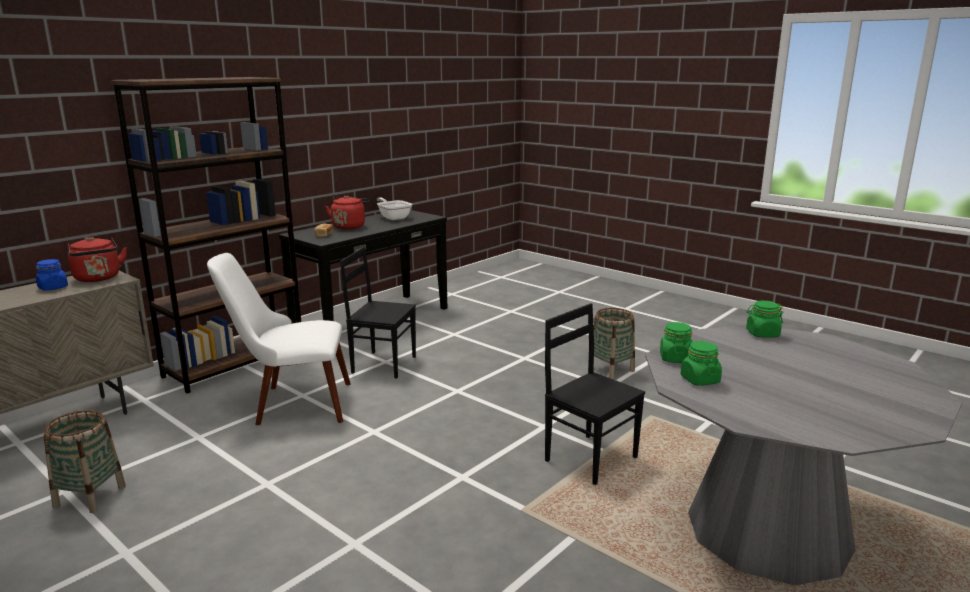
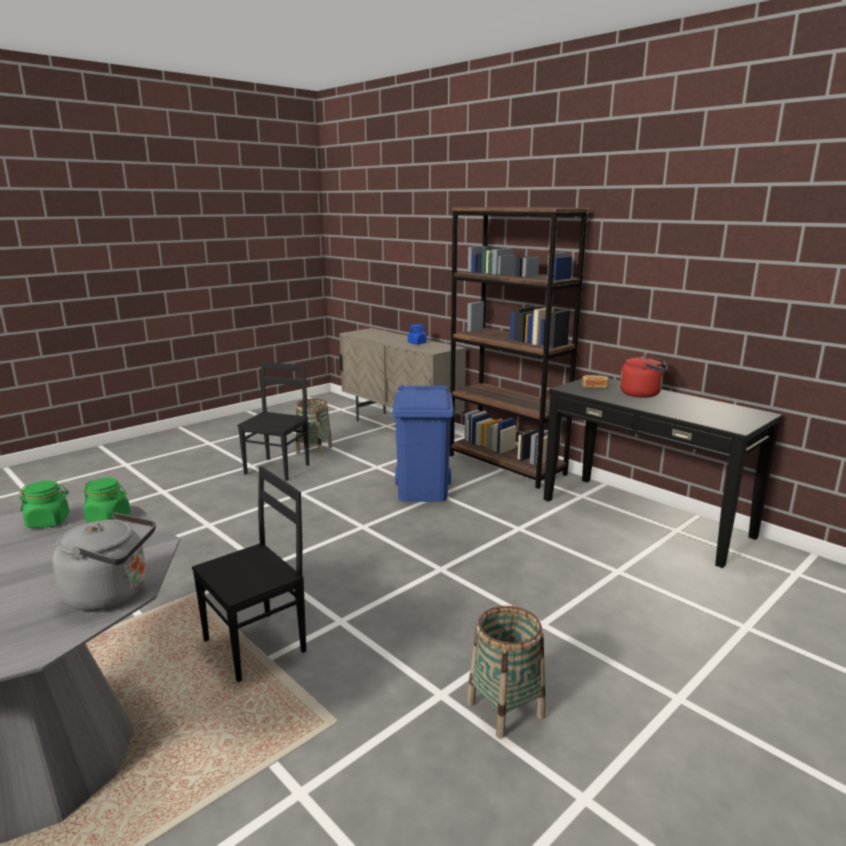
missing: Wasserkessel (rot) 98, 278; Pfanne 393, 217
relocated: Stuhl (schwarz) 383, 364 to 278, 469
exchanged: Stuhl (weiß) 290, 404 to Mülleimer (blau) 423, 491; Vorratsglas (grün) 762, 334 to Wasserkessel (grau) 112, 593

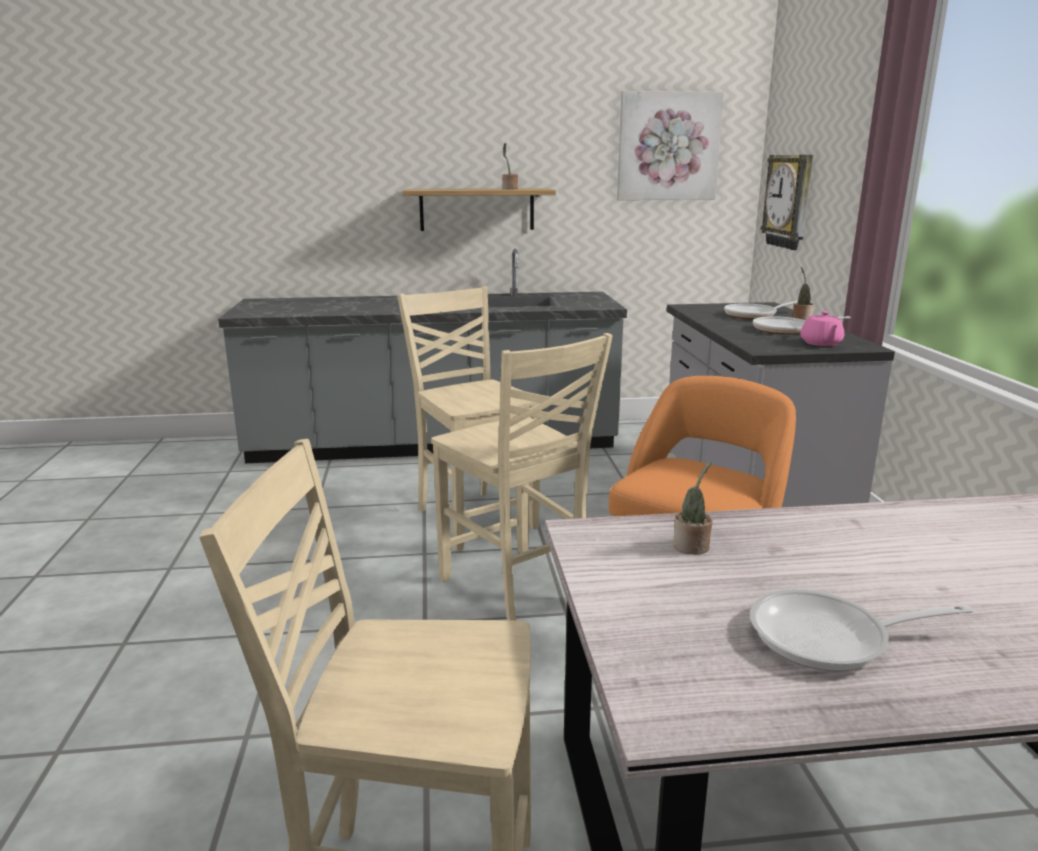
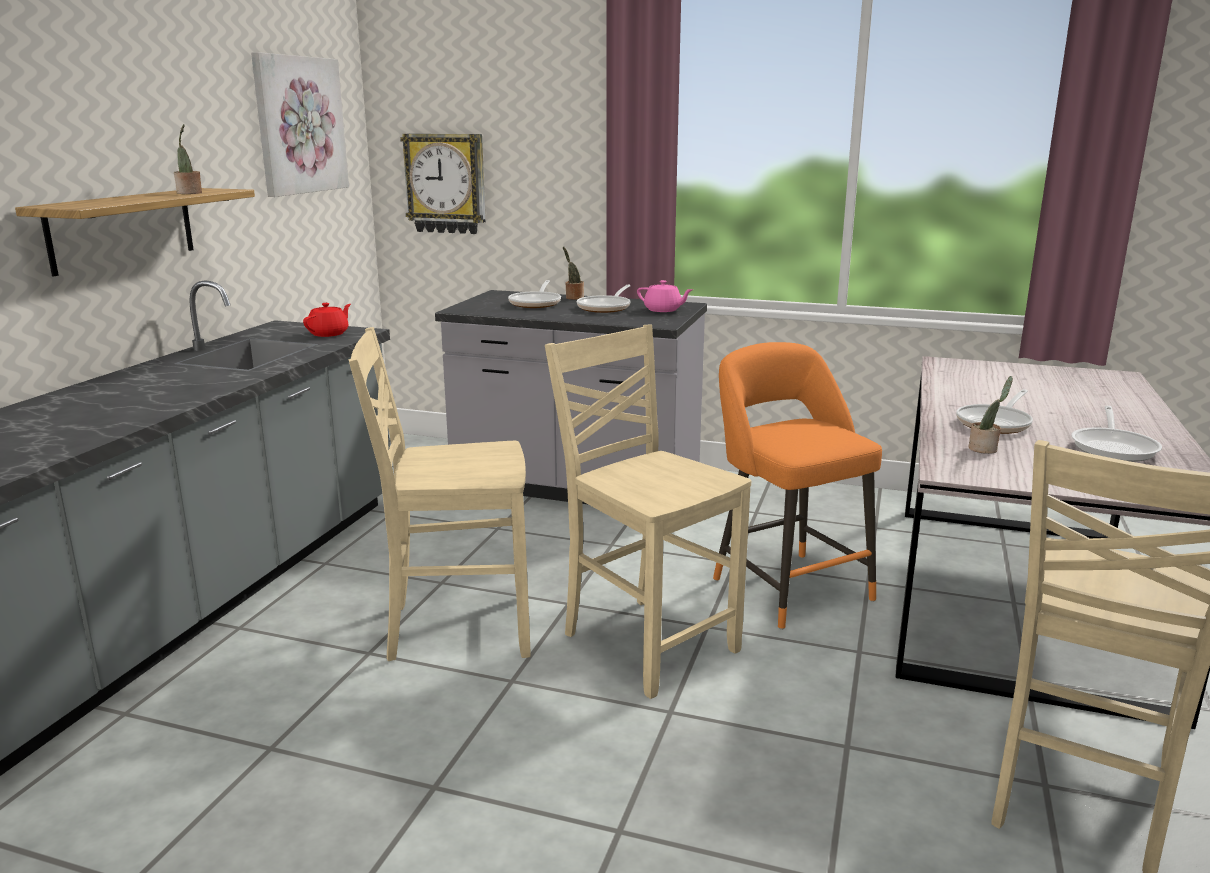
appeared: Teekanne (rot) 329, 334; Pfanne 996, 423
spun: Stuhl (beige) 516, 591 = 647, 642 120 degrees counterclockwise

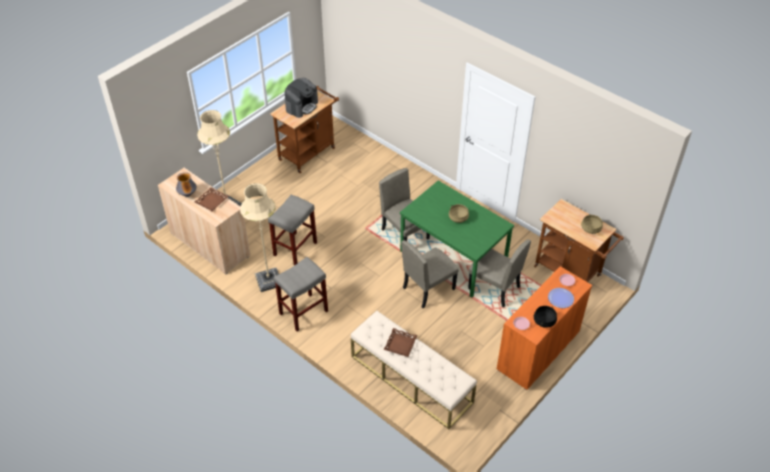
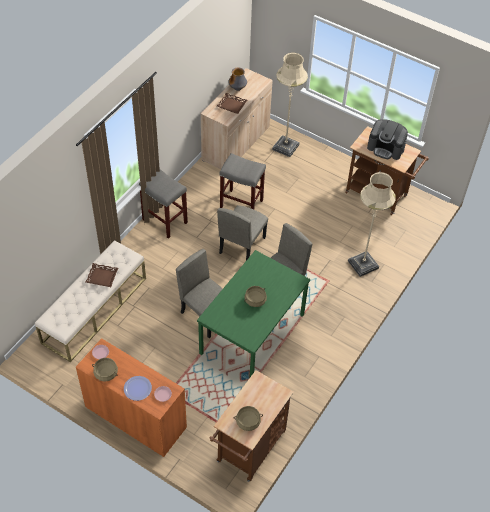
relocated: Stehlampe (beige) 269, 280 to 363, 264; Stuhl (beige) 494, 288 to 242, 245
colour: Kochtopf (schwarz) 544, 321 to Kochtopf (beige) 106, 373

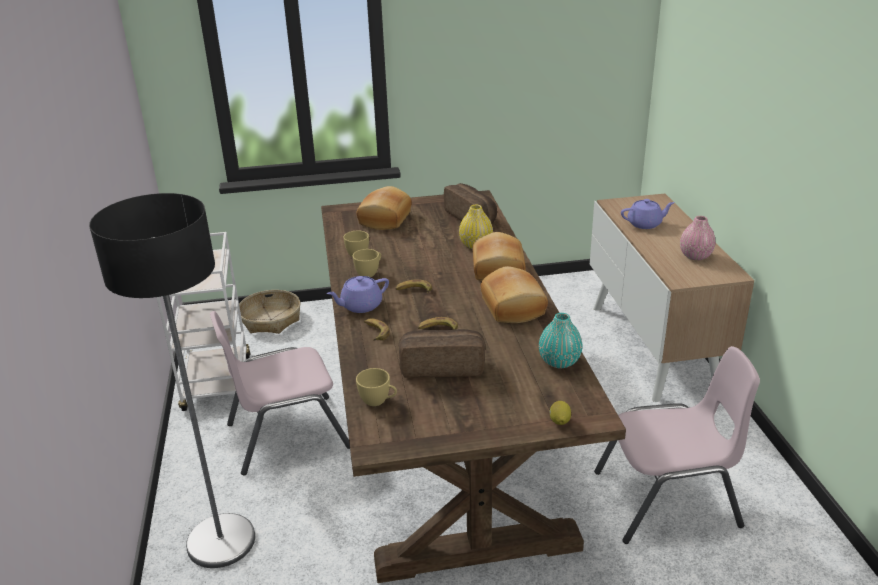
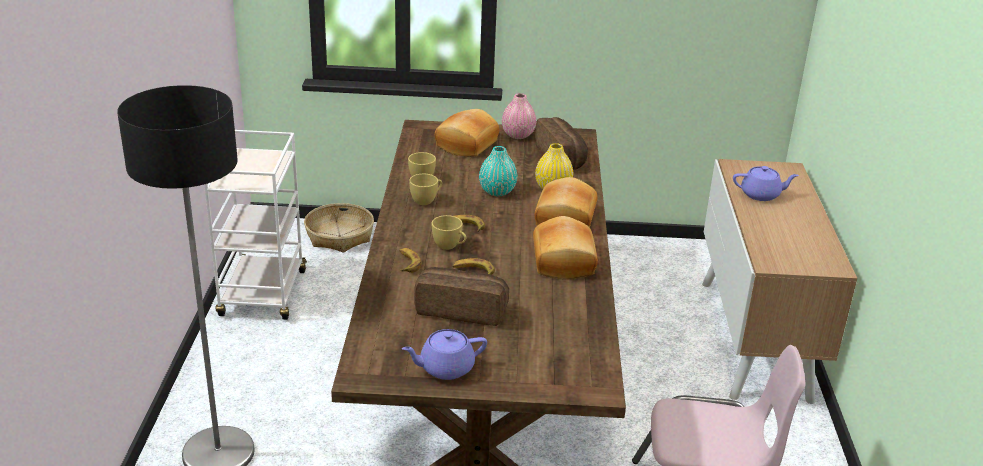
missing: Stuhl (rosa) 287, 435; Zitrone 559, 422
relocated: Teekanne (lila) 360, 306 to 445, 368; Tasse (gelb) 378, 401 to 449, 246; Vase (türkis) 559, 362 to 497, 191; Vase (rosa) 695, 256 to 518, 135

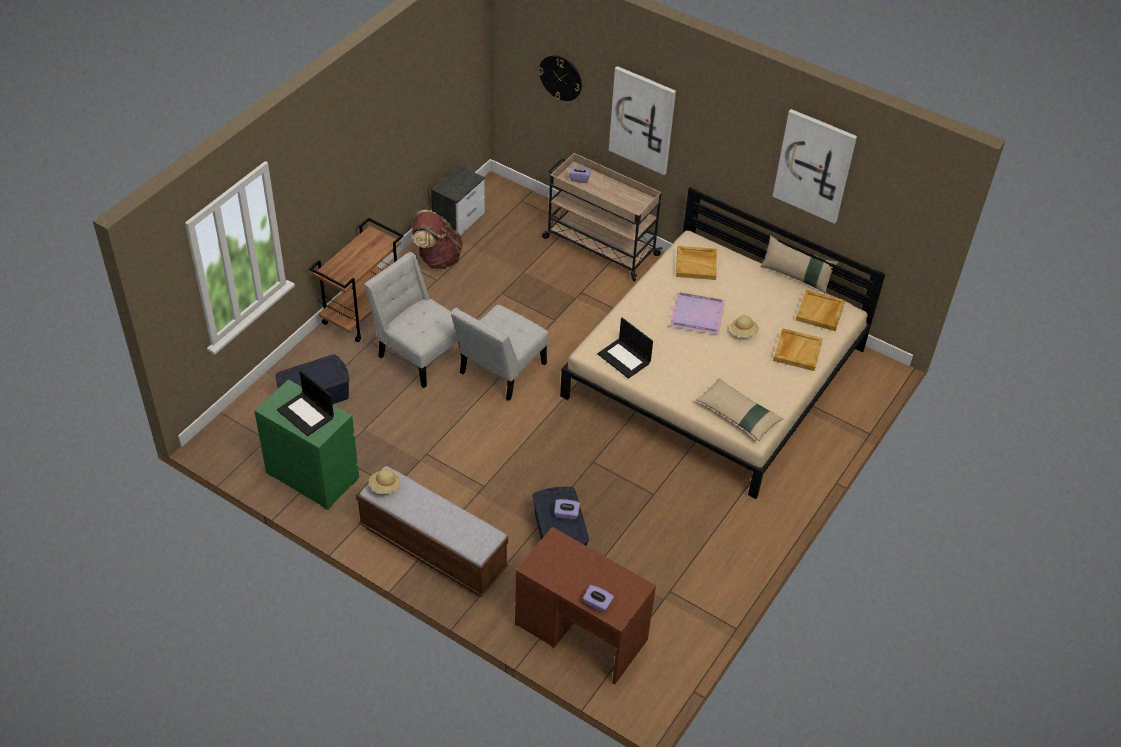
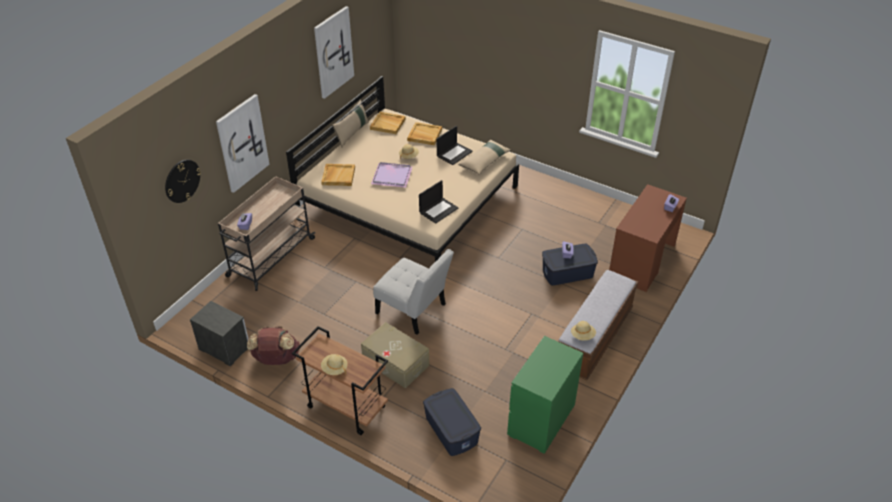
appeared: Hut (beige) 334, 369
relocated: Laptop 306, 414 to 454, 153
exchanged: Stuhl (weiß) 418, 353 to Aufbewahrungsbox (beige) 395, 363

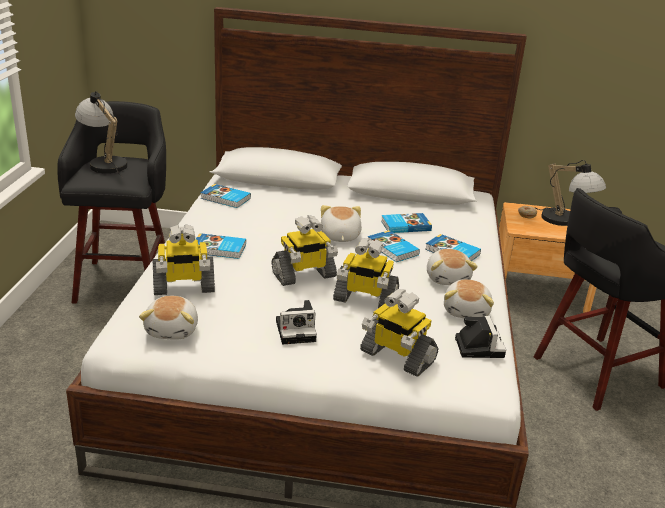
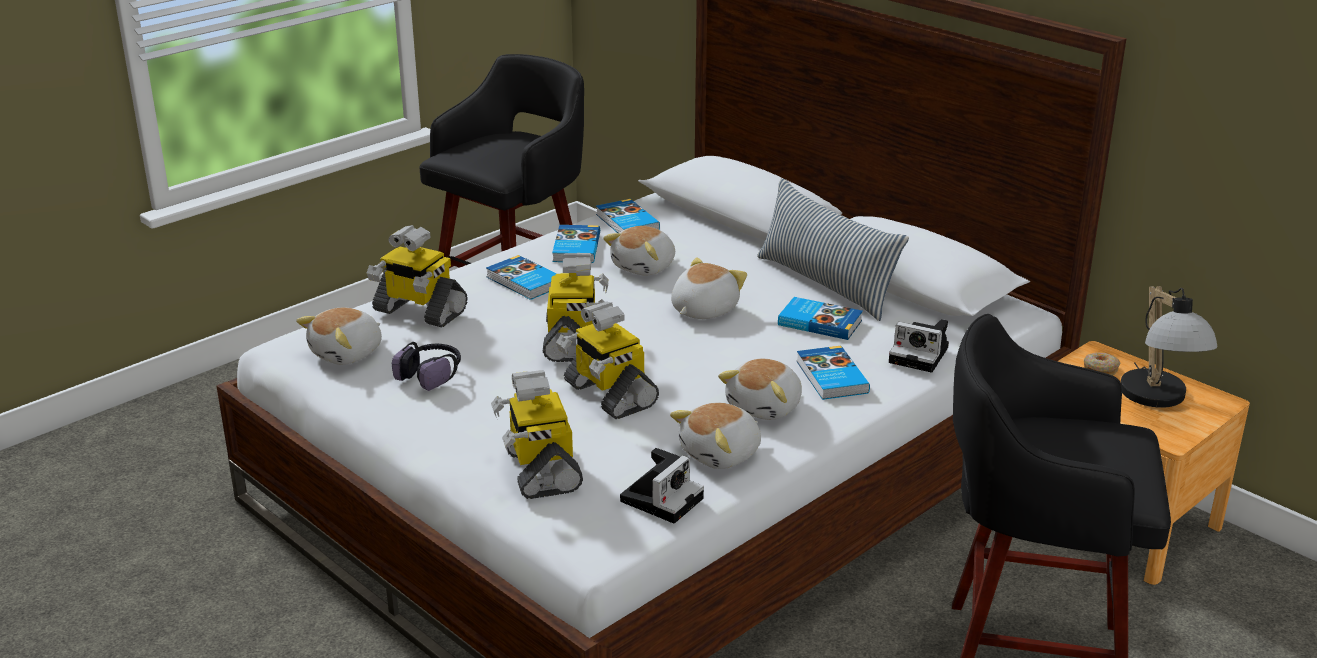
missing: Tischlampe 104, 163
appeared: Kopfhörer 431, 374; Plüschtier 645, 267; Kissen 826, 284
relocated: Kamera 297, 330 to 921, 355; Buch 392, 249 to 575, 248
spun: Spielzeugroboter 303, 275 = 574, 342 105 degrees counterclockwise

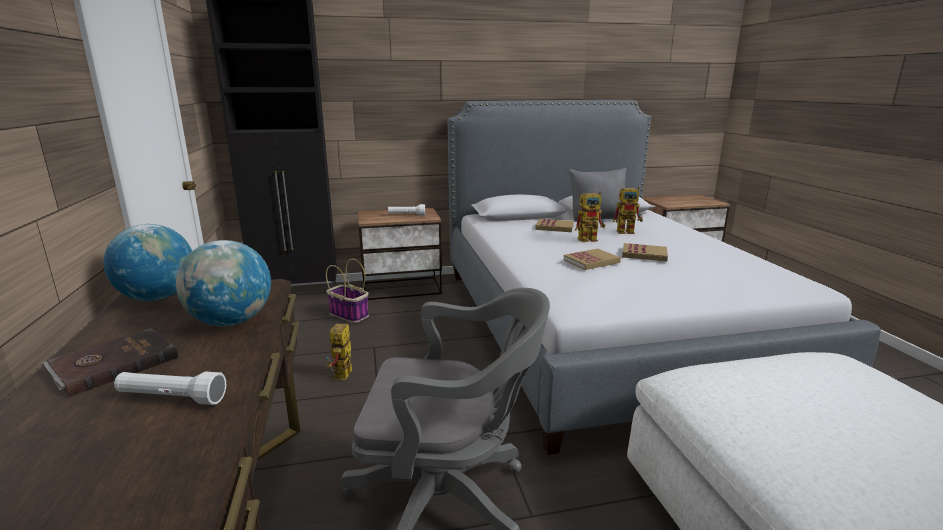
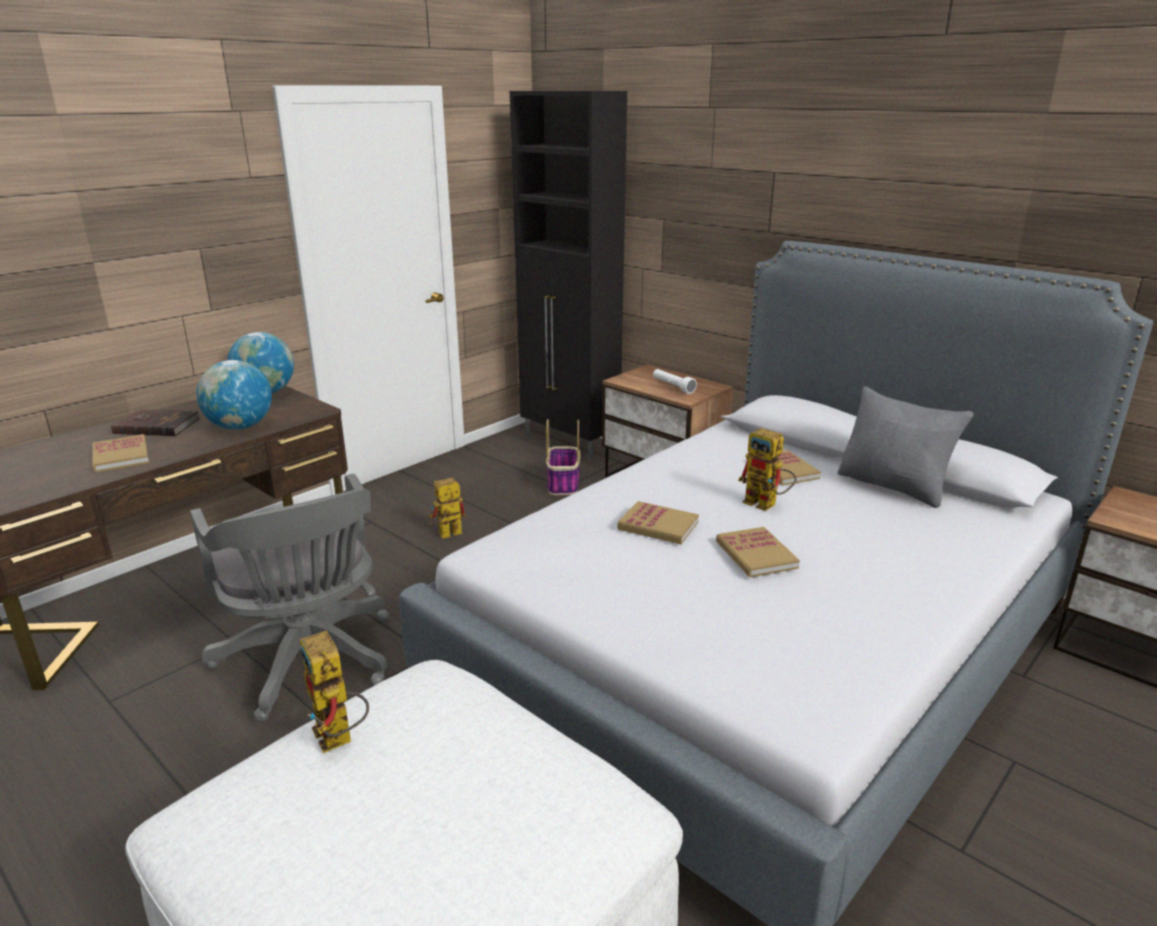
relocated: Spielzeugroboter 629, 231 to 339, 739
exchanged: Taschenlampe (weiß) 171, 398 to Buch 121, 456

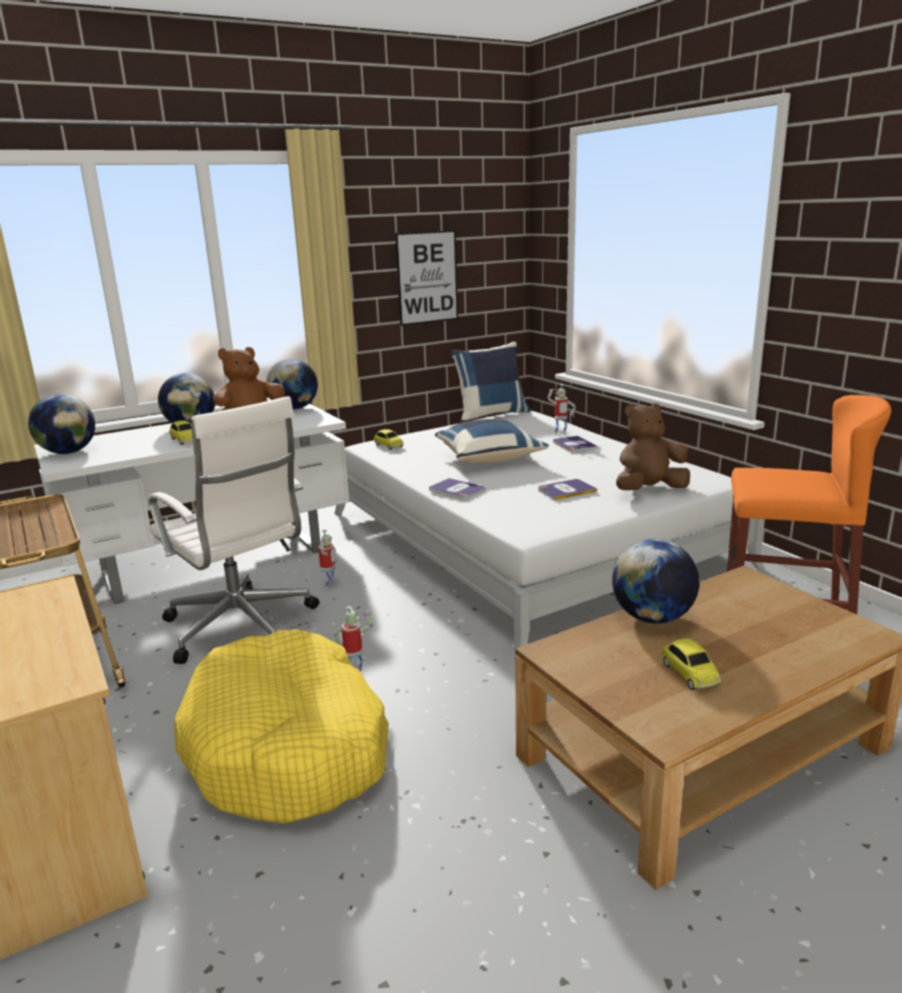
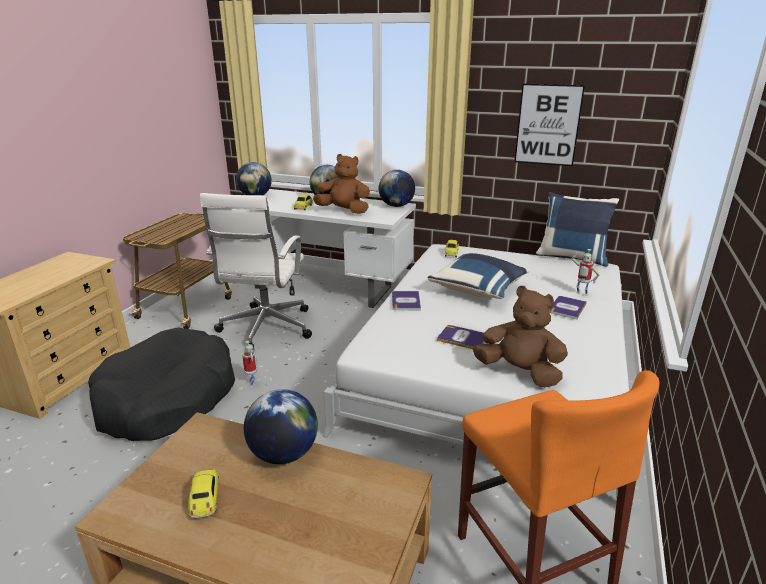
missing: Spielzeugroboter 330, 585
colour: Hundebett (gelb) 289, 747 to Hundebett (schwarz) 167, 399
spun: Spielzeugauto 689, 673 = 205, 499 135 degrees clockwise

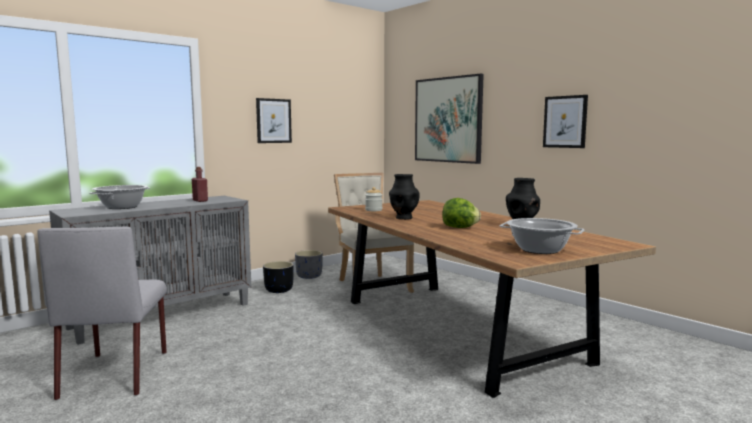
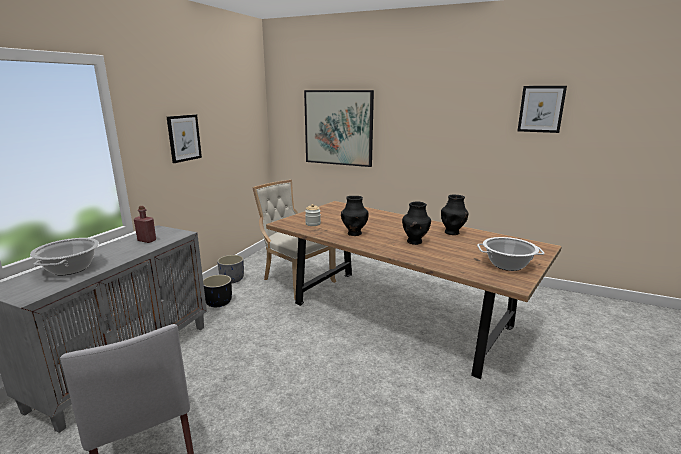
relocated: Bild 565, 122 to 541, 109
exchanged: Salatkopf 460, 227 to Vase (schwarz) 415, 242

